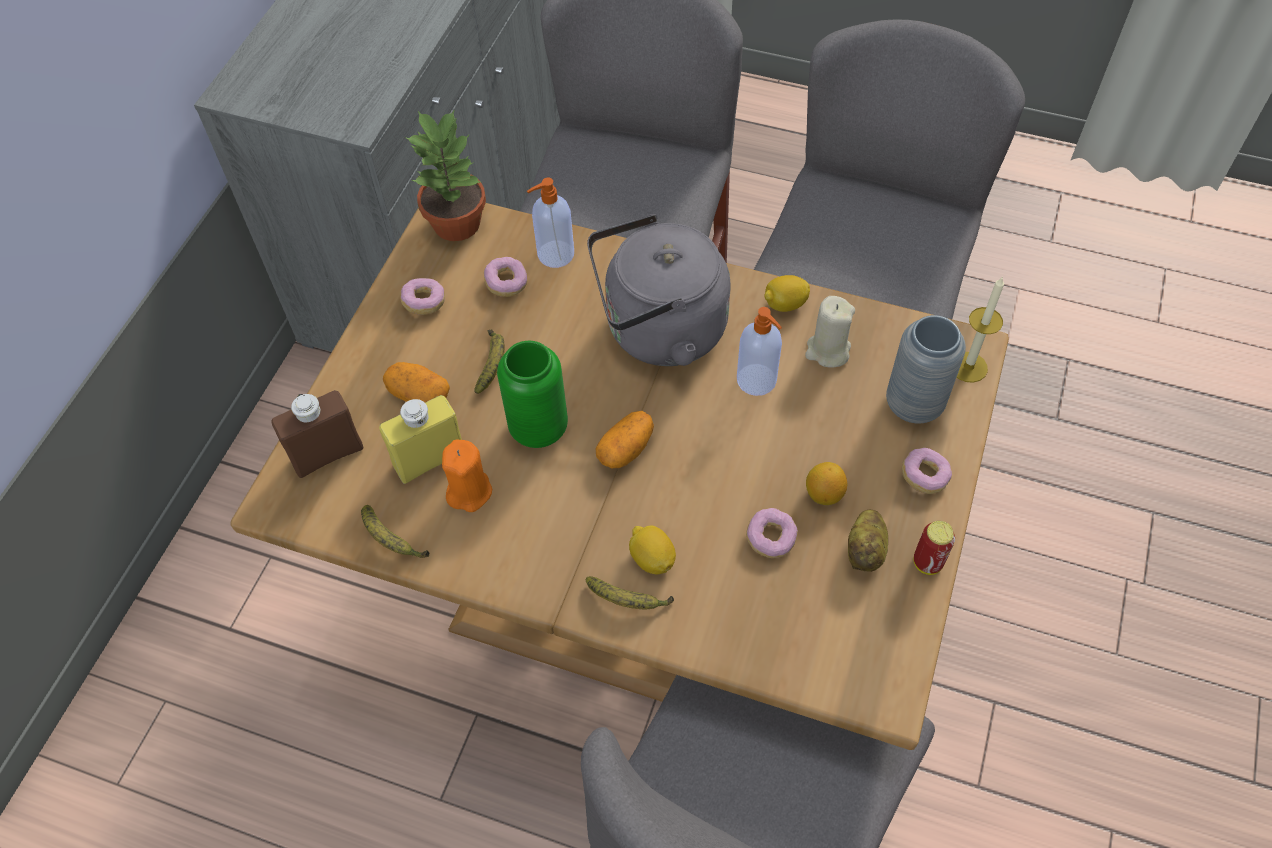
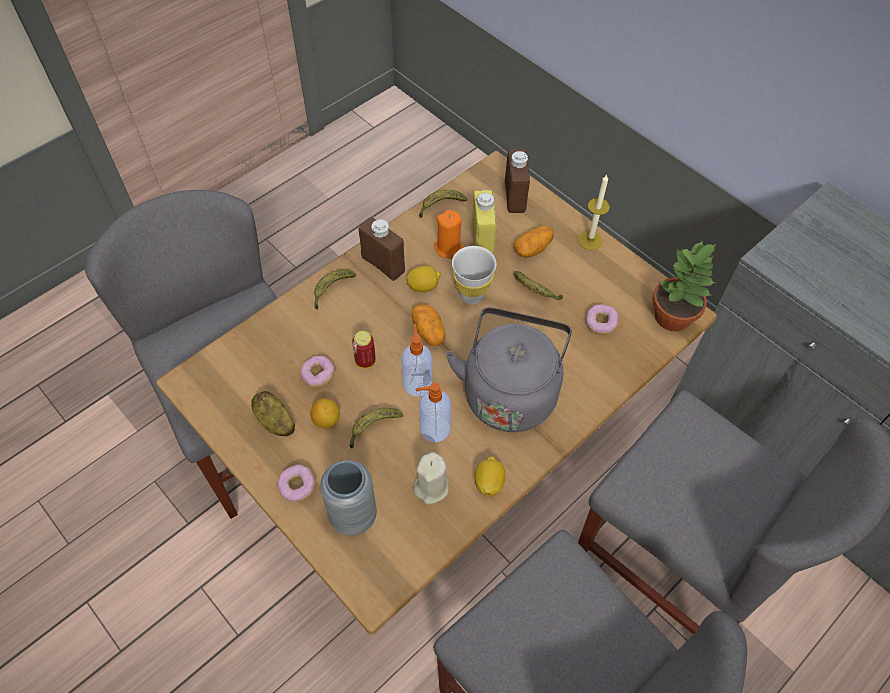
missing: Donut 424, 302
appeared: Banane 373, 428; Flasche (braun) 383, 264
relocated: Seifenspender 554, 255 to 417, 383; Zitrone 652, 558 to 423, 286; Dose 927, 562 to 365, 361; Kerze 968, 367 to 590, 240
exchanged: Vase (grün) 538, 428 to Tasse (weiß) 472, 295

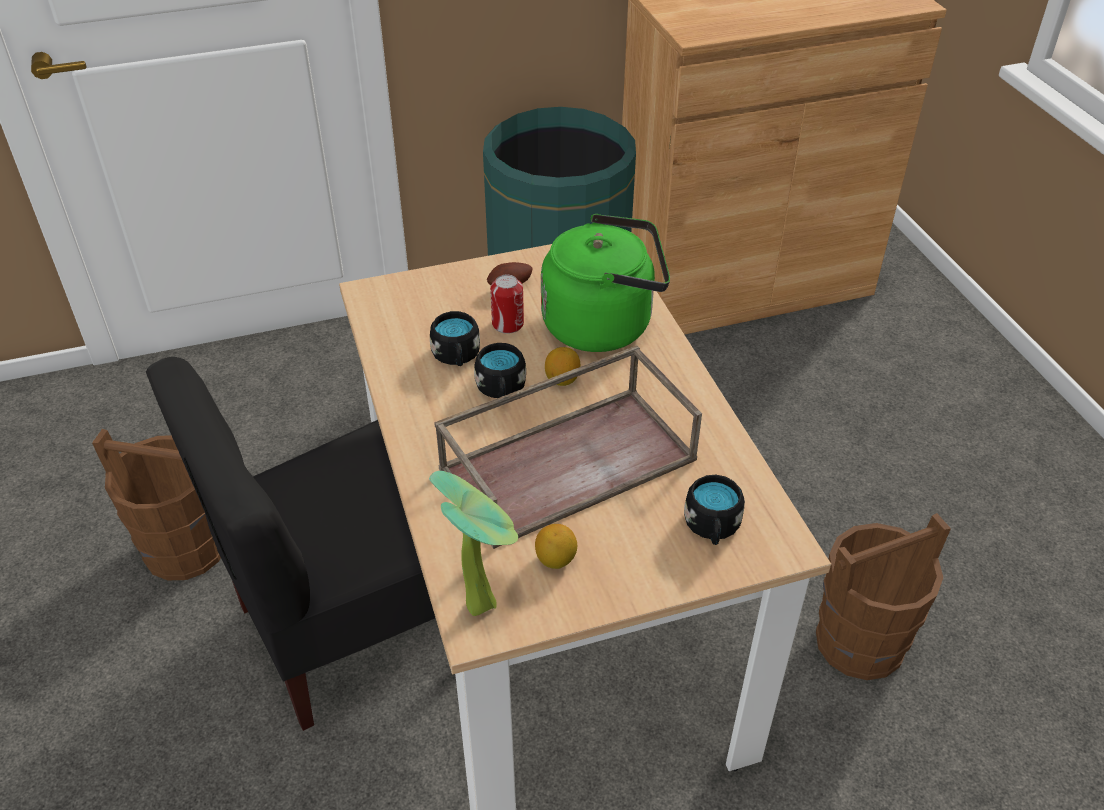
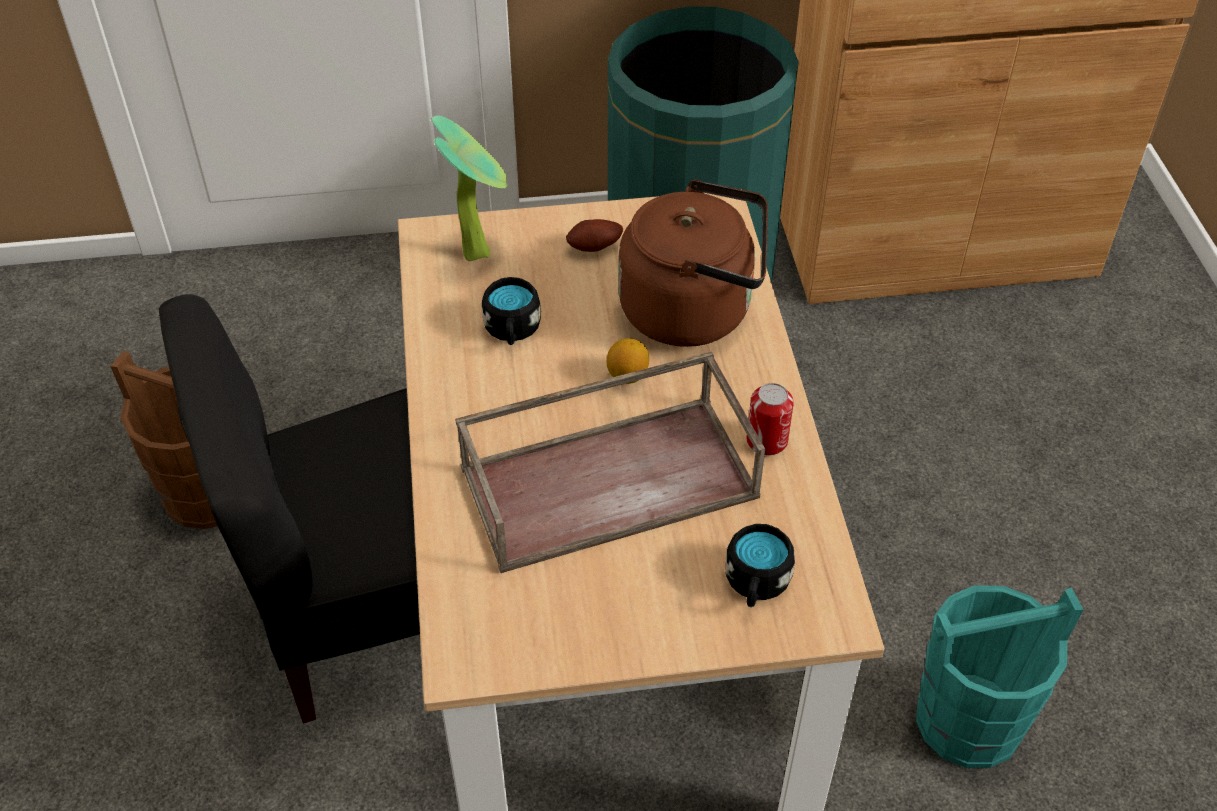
missing: Henkelbecher (schwarz) 501, 390; Zitrone 556, 560
relocated: Topfpflanze 483, 600 to 479, 251; Dose 507, 324 to 767, 440
colour: Wasserkessel (grün) 604, 324 to Wasserkessel (braun) 694, 310; Eimer (braun) 861, 642 to Eimer (türkis) 970, 720

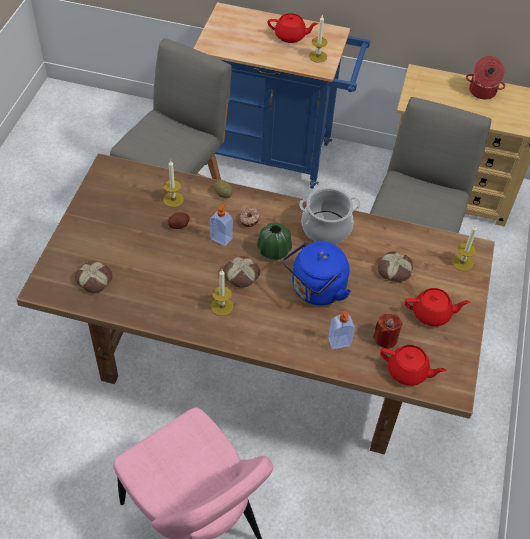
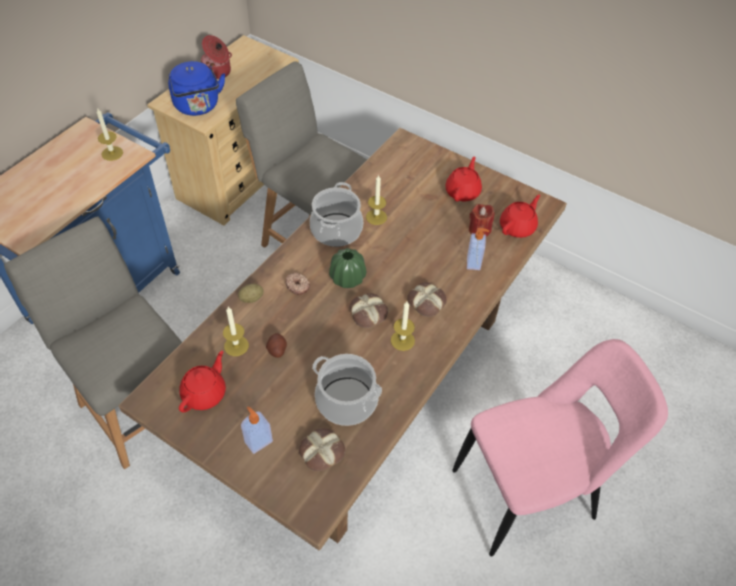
appeared: Kochtopf 347, 401
relocated: Seifenspender 221, 238 to 258, 441; Teekanne (rot) 290, 36 to 205, 393; Wasserkessel (blau) 316, 290 to 198, 107; Brot 395, 270 to 427, 302; Kerze 462, 262 to 376, 217

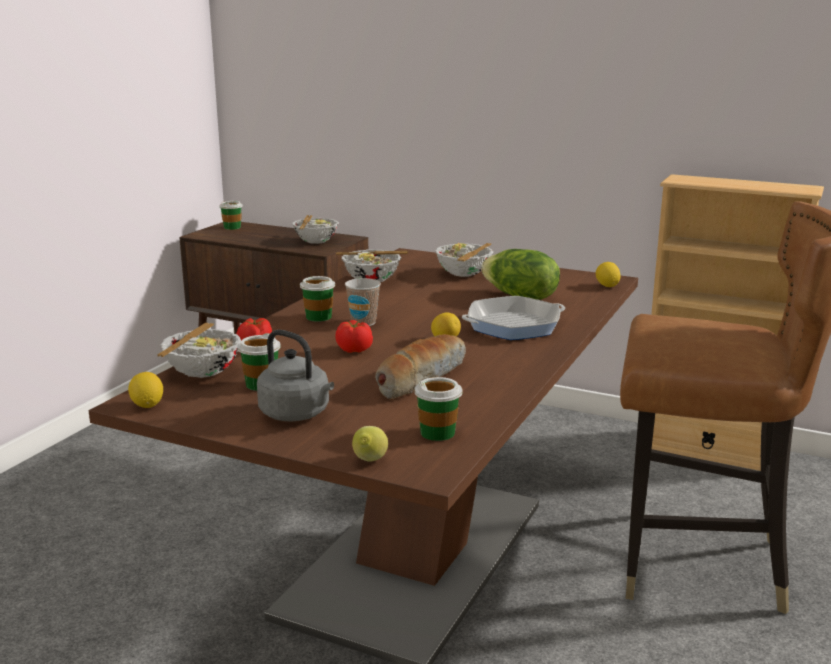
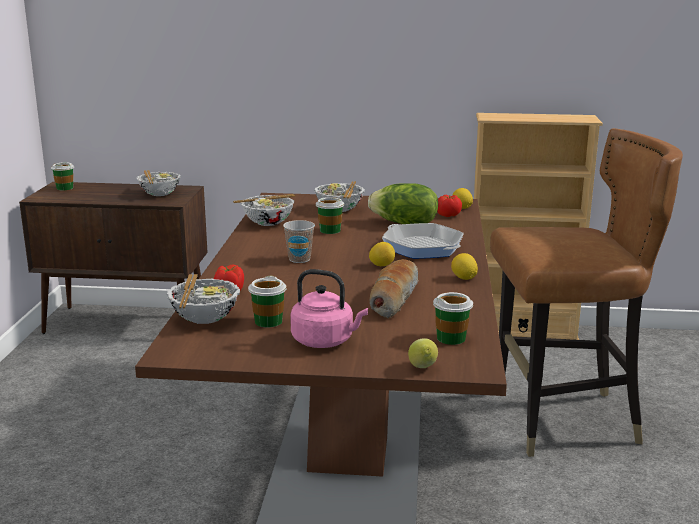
relocated: Zitrone 147, 405 to 463, 278; Tasse 318, 317 to 330, 230; Tomate 354, 350 to 448, 215
colour: Wasserkessel (grau) 297, 414 to Wasserkessel (rosa) 325, 341
spun: Pfanne 513, 325 = 422, 247 90 degrees counterclockwise

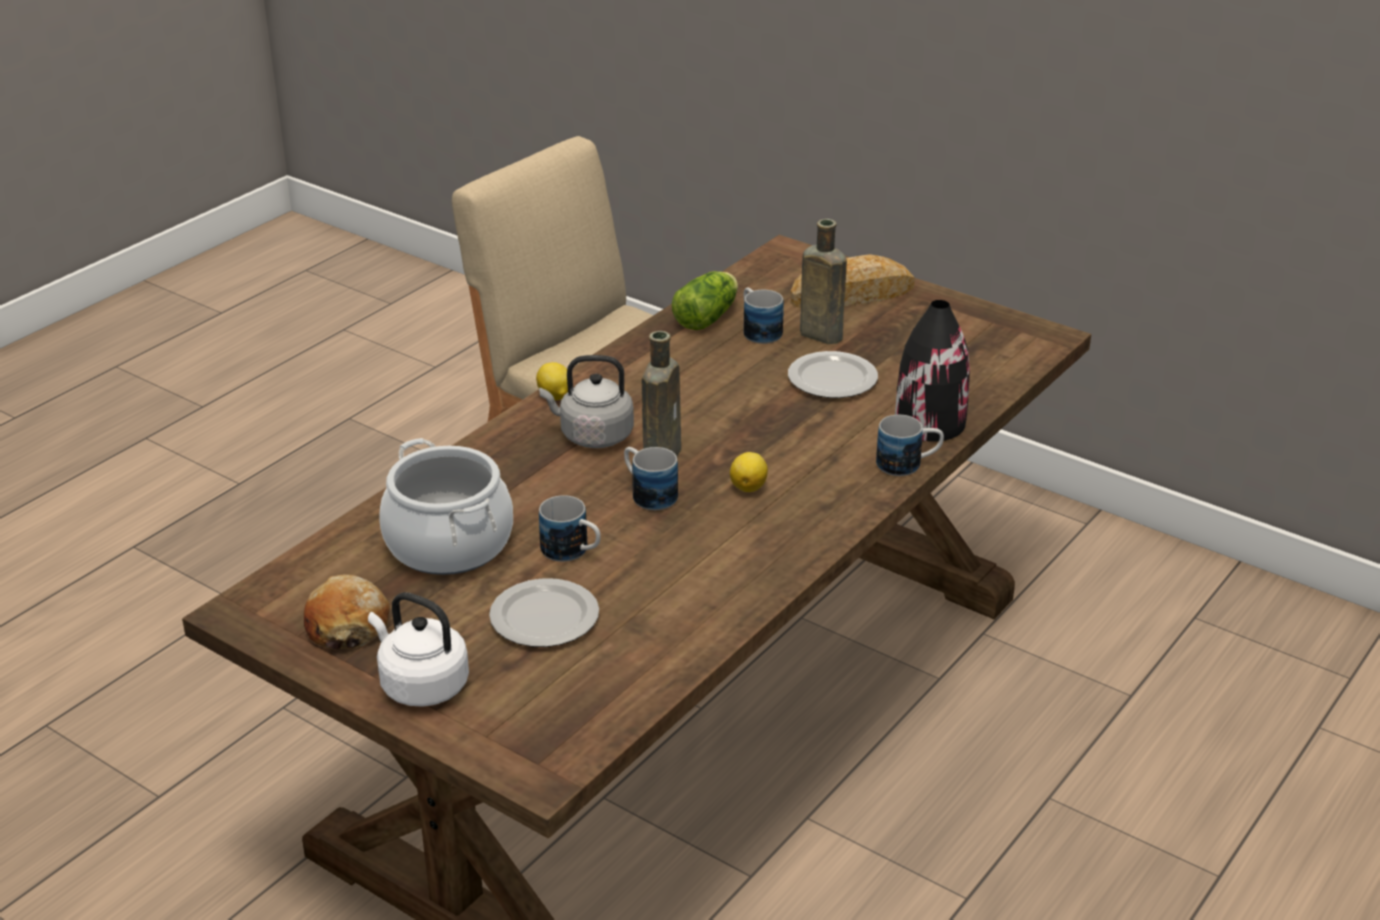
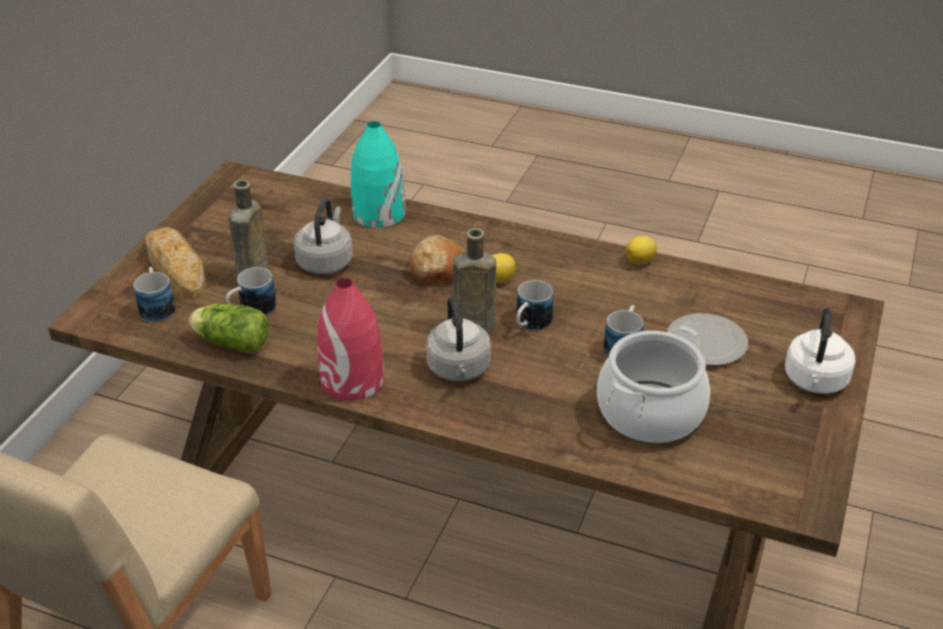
appeared: Vase (rot) 352, 380
relocated: Brot 347, 626 to 438, 270; Zitrone 555, 397 to 640, 261; Henkelbecher 908, 464 to 157, 306
exchanged: Teller 834, 379 to Wasserkessel (grau) 326, 261
colour: Vase (schwarz) 929, 423 to Vase (türkis) 378, 214

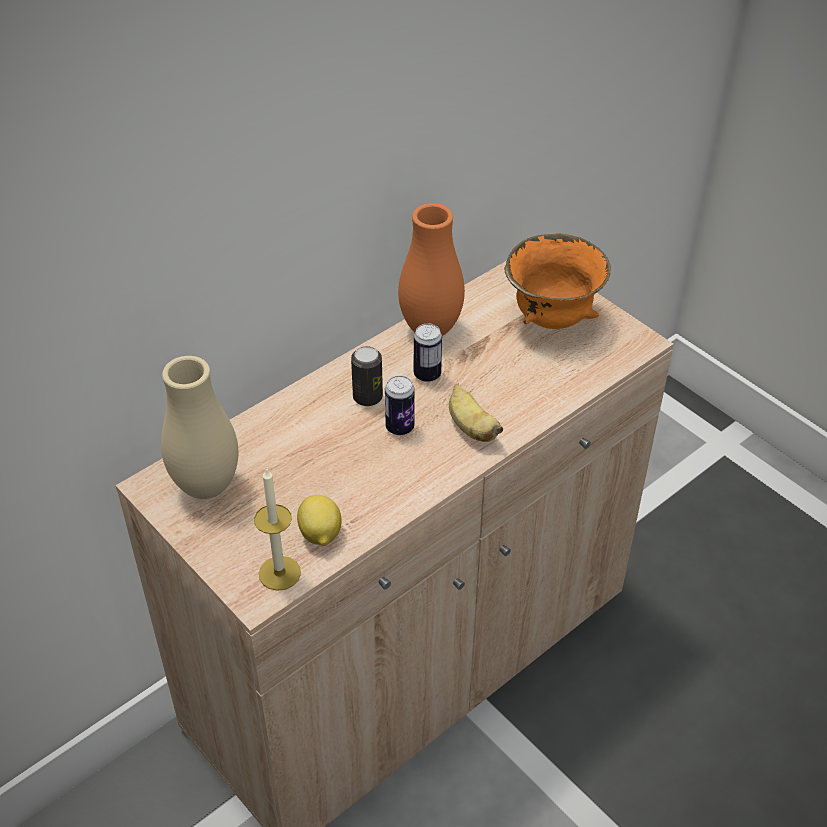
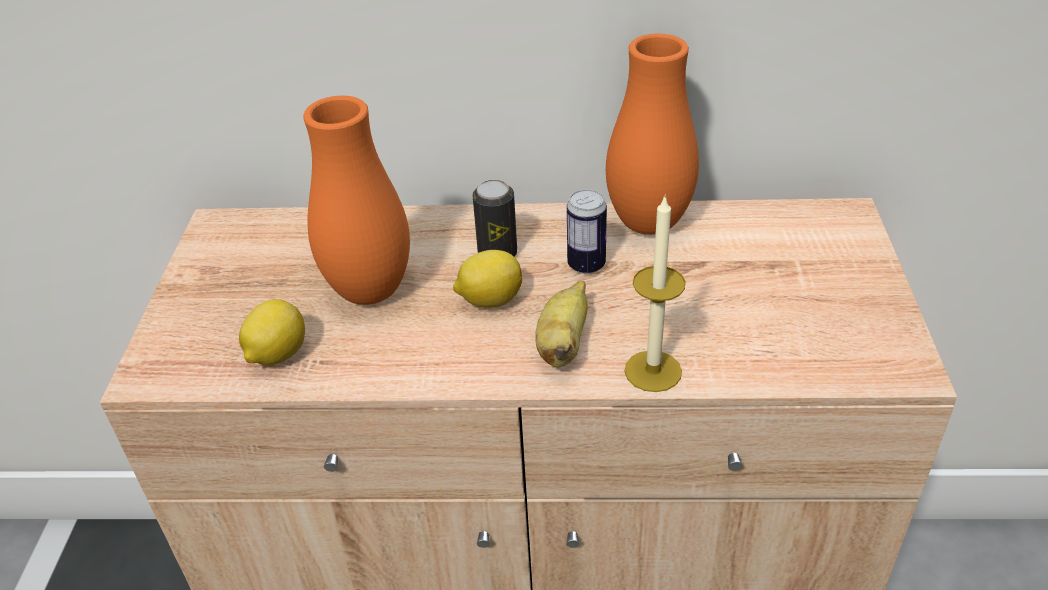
missing: Vase (beige) 206, 486; Schüssel (orange) 551, 319
appeared: Vase (orange) 370, 291
relocated: Kerze 279, 573 to 653, 371
exchanged: Dose 399, 427 to Zitrone 489, 300

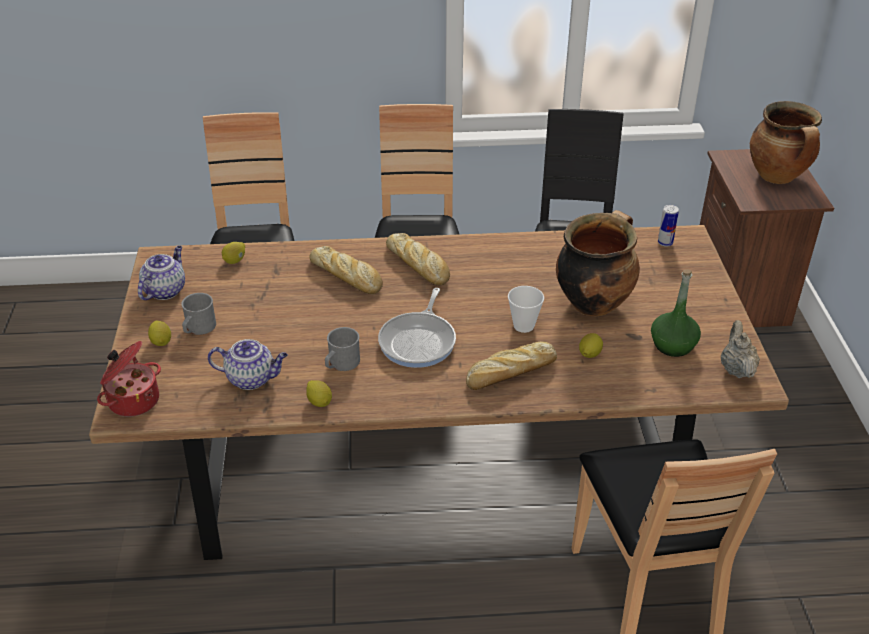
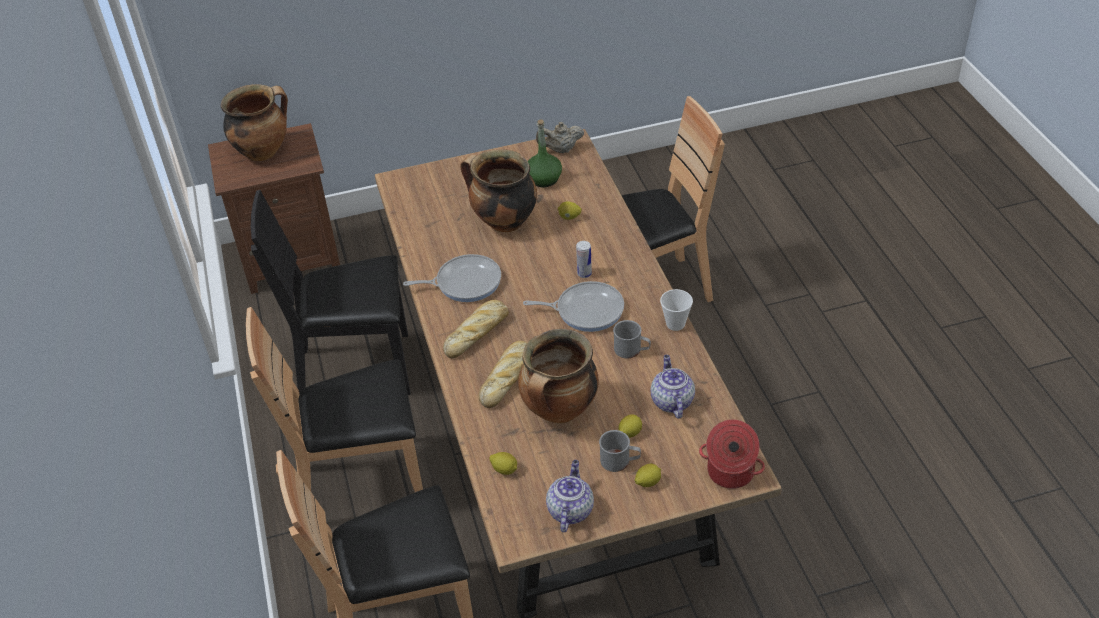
missing: Brot 510, 373
appeared: Pfanne 465, 282; Kochtopf 560, 411
relocated: Zitrone 319, 402 to 629, 433; Tasse 523, 326 to 675, 324; Dose 665, 243 to 584, 274
spun: Teekanne 165, 290 = 570, 510 90 degrees clockwise

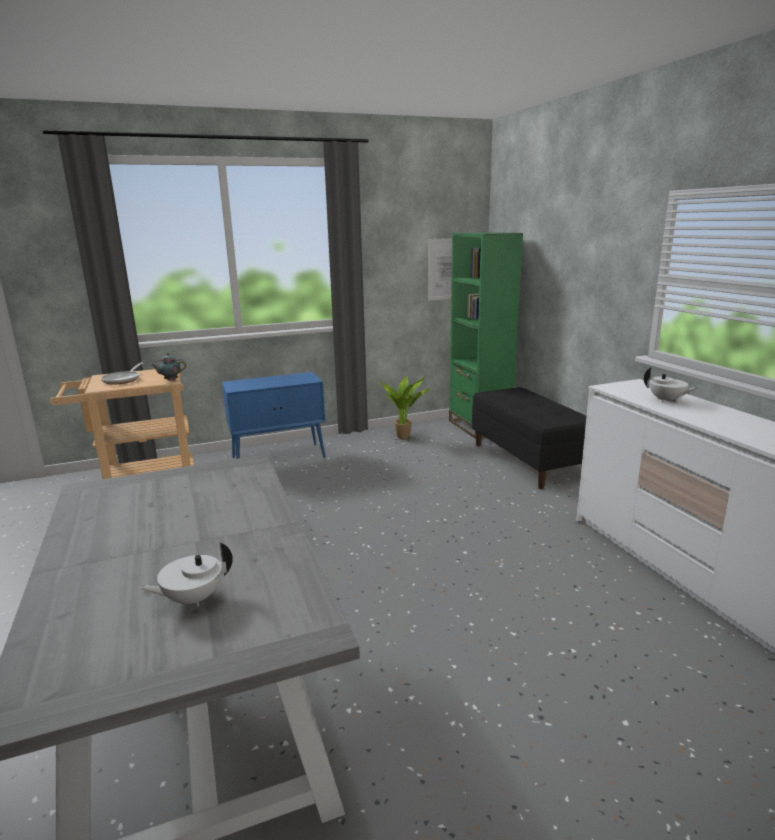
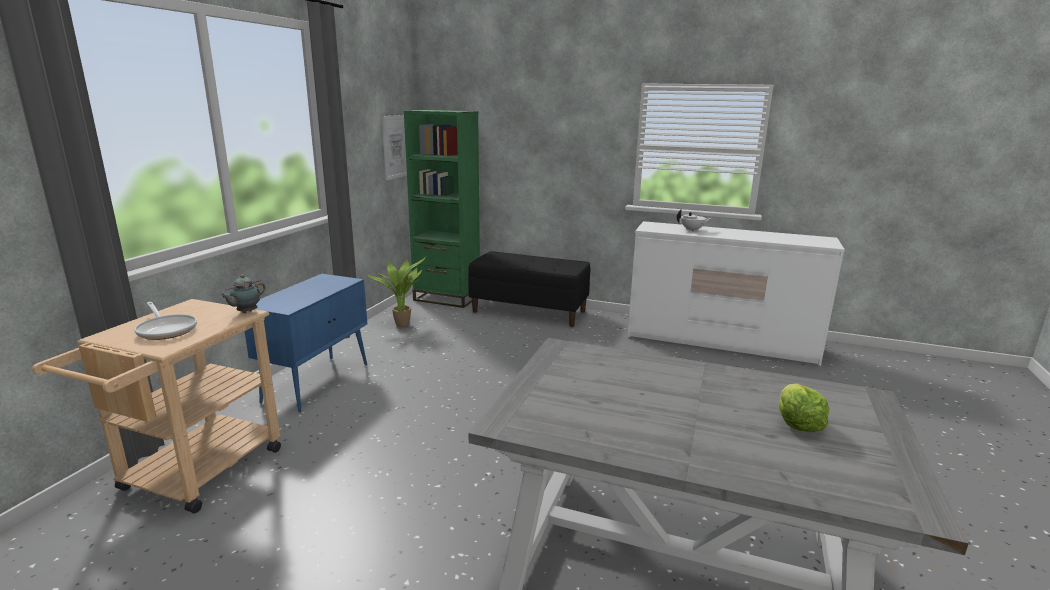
exchanged: Teekanne (weiß) 192, 599 to Salatkopf 797, 422

